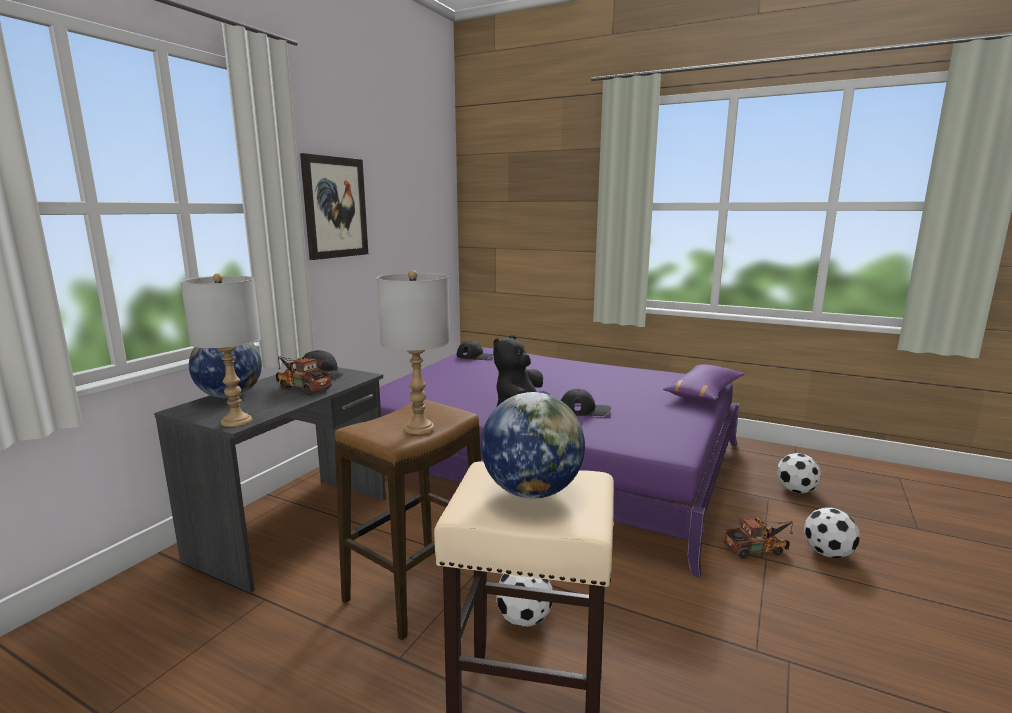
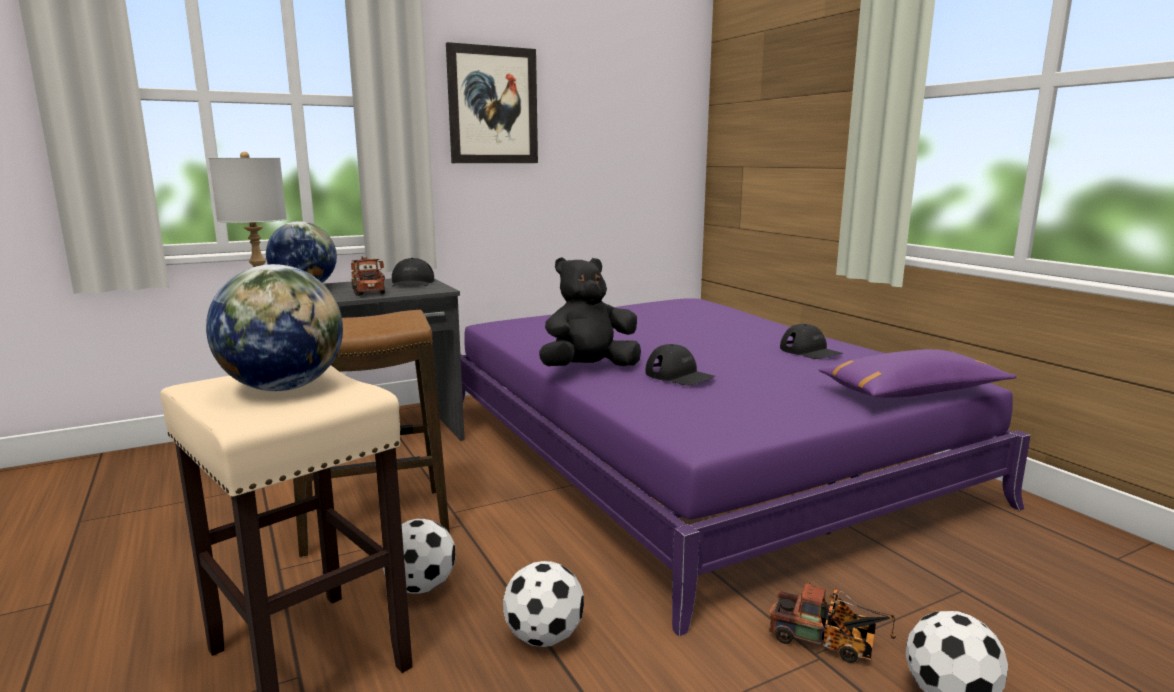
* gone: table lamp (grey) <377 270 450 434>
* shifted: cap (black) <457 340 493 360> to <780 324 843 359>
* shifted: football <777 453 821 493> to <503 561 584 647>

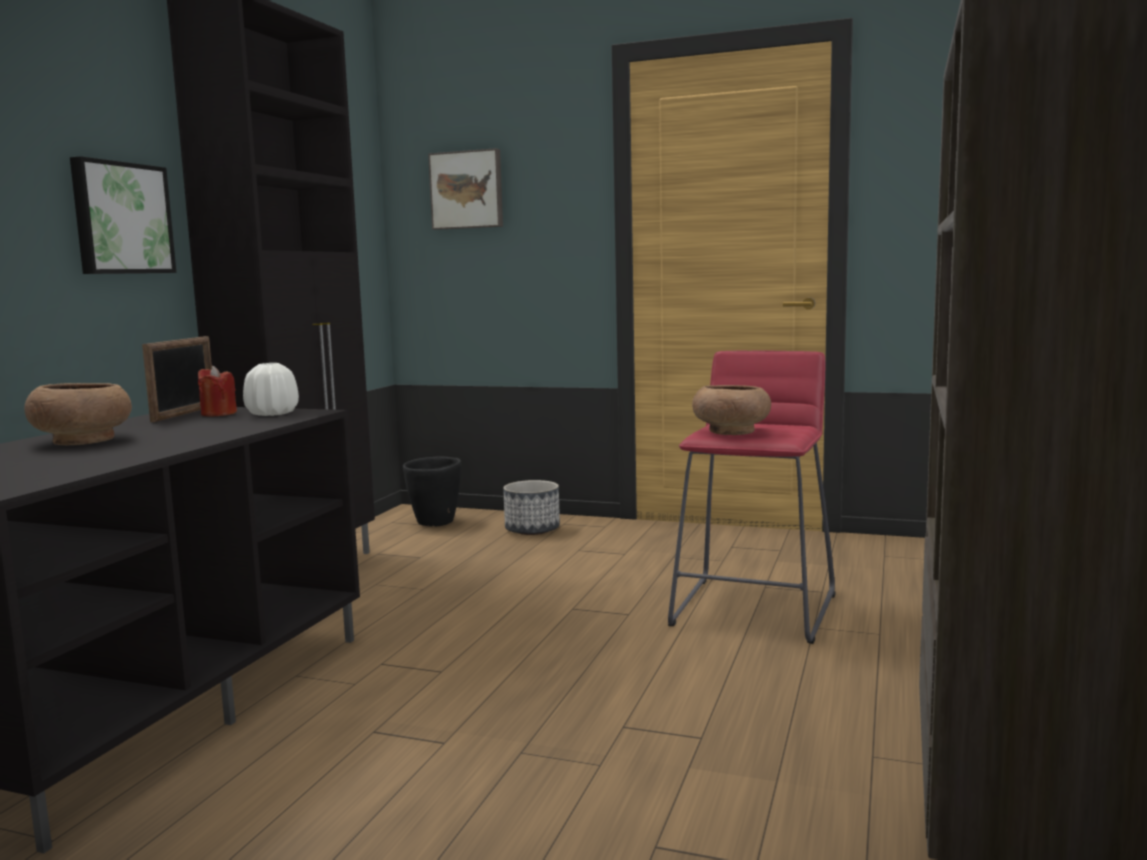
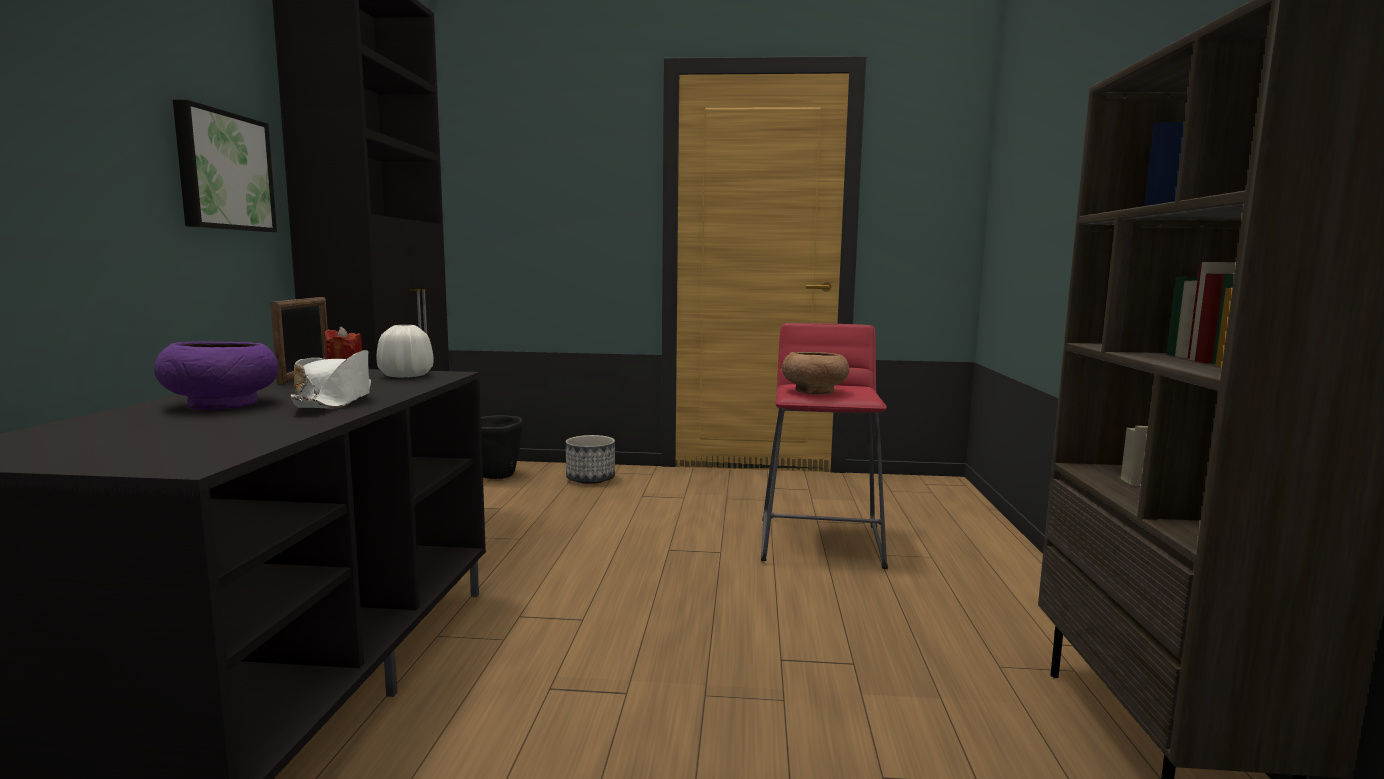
* gone: picture <428 148 503 230>
* repainted: bowl (brown) <24 383 132 445> to bowl (purple) <154 341 279 410>
* new: hat (white) <290 350 371 409>

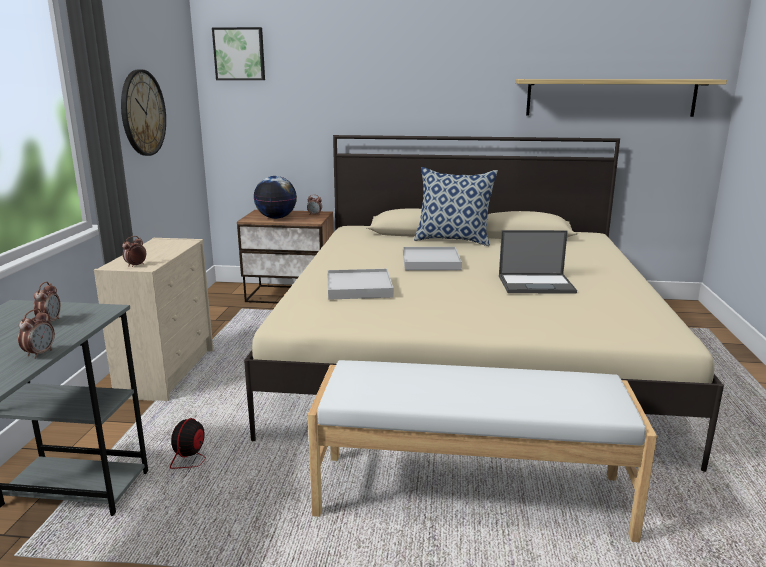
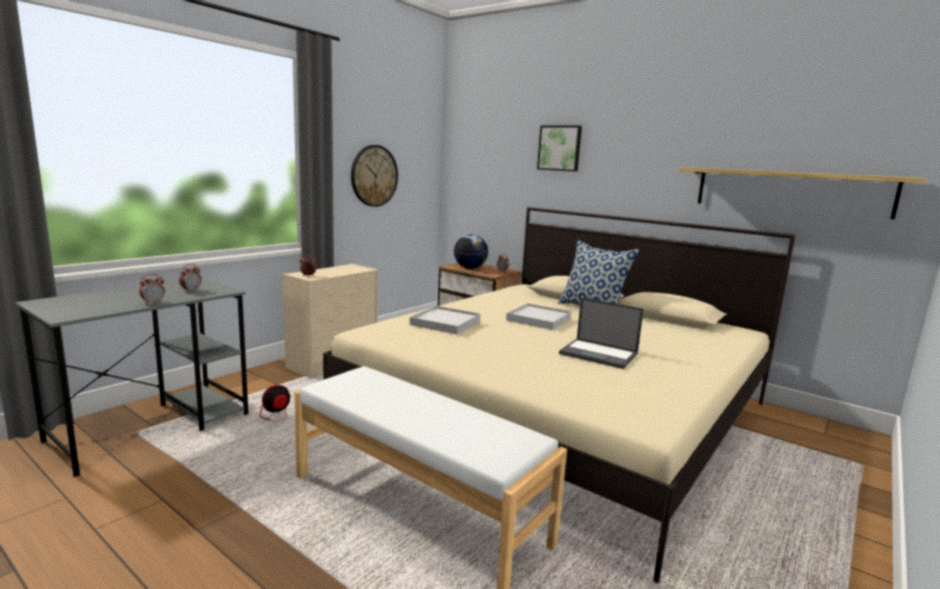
* shifted: picture <212 27 265 80> to <537 126 582 172>

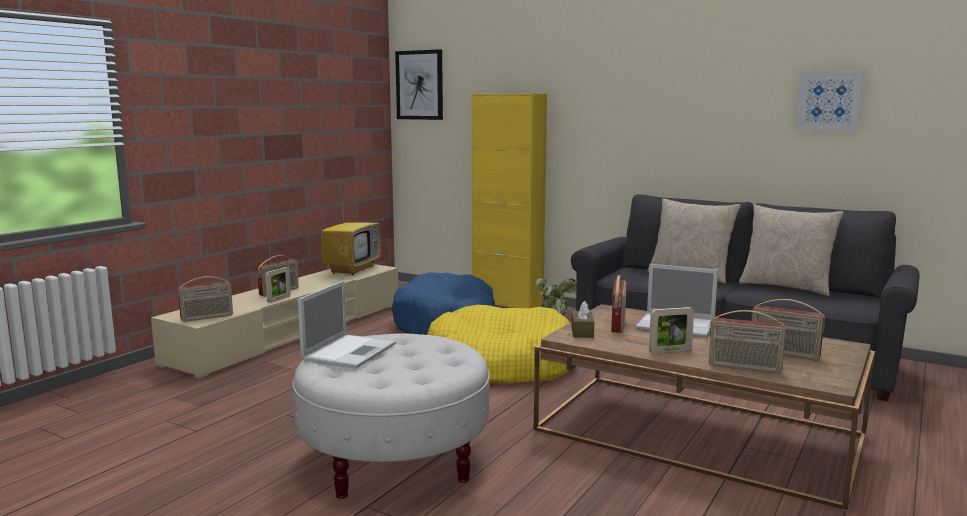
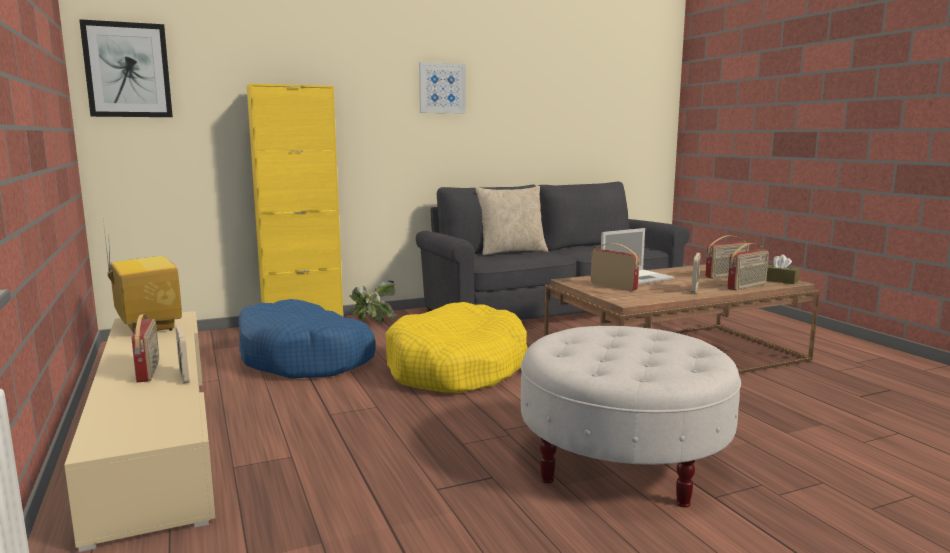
* shifted: picture <796 70 864 130> to <419 62 466 113>
* gone: pillow (beige) <739 205 844 296>
* gone: radio <178 276 233 322>
* gone: laptop <298 281 396 369>
* shifted: tissue box (brown) <571 301 594 338> to <766 254 800 284>

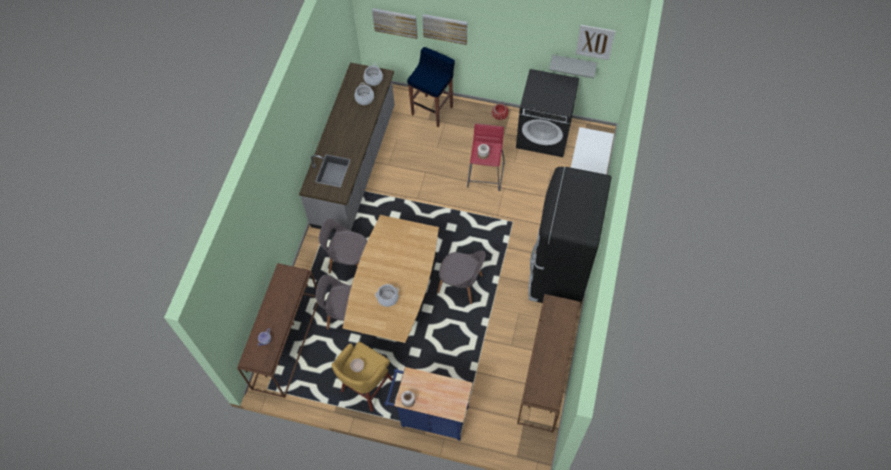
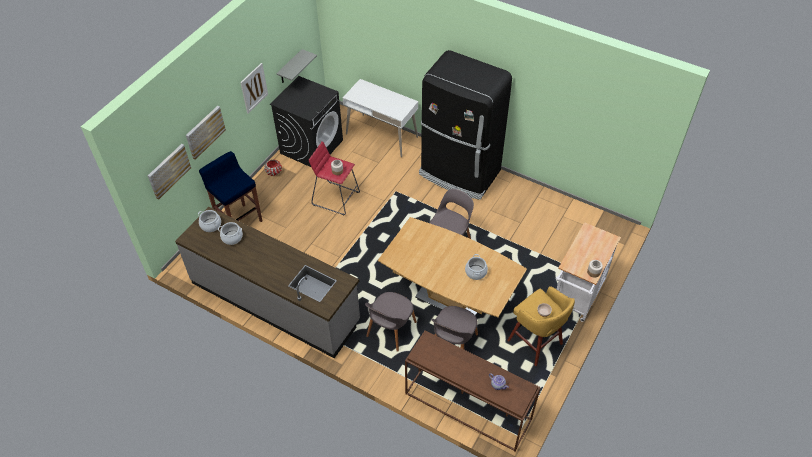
* shifted: picture <575 25 615 60> to <240 63 268 114>
* gone: console table (brown) <517 294 581 433>
* repainted: cart (blue) <384 367 473 441> to cart (white) <556 222 621 322>

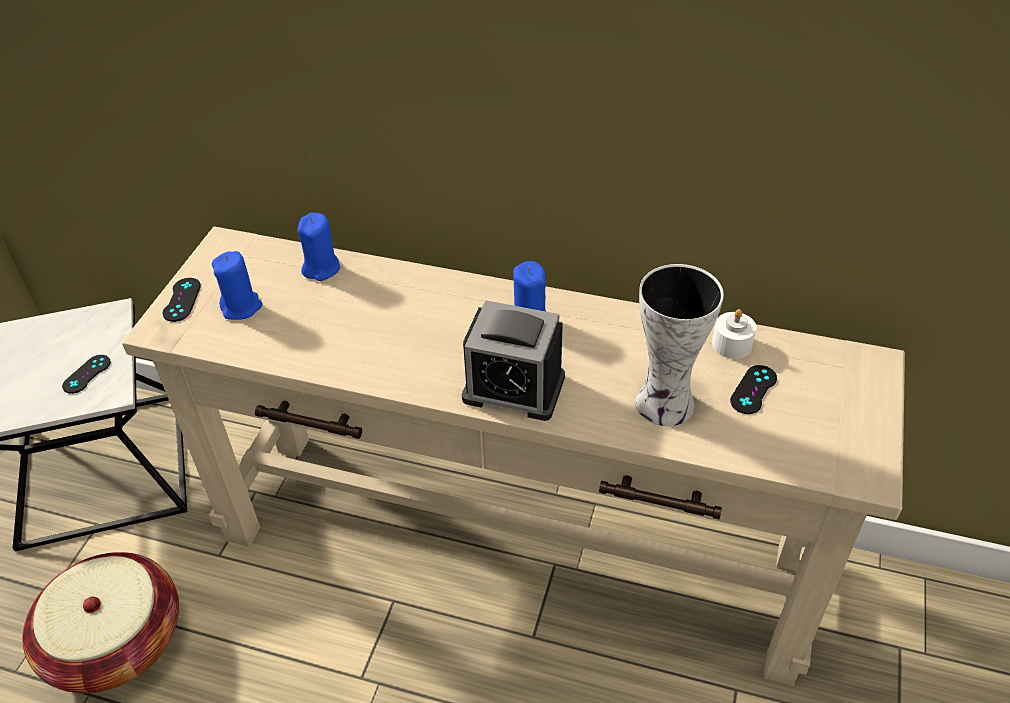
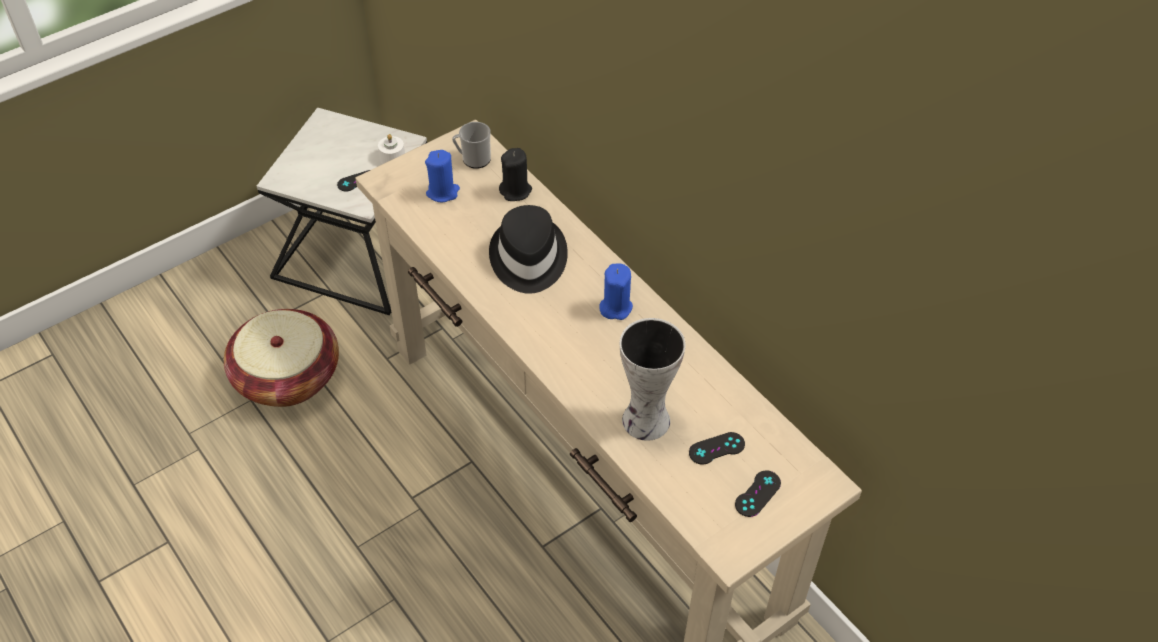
* repainted: candle (blue) <297 212 340 281> to candle (black) <499 148 532 201>
* shifted: game controller (black) <163 278 201 322> to <735 470 781 517>
* gone: alarm clock <462 300 565 421>
* shifted: candle (white) <712 309 757 359> to <378 134 405 164>
* new: mug <452 122 491 169>
* new: hat (black) <489 205 568 294>

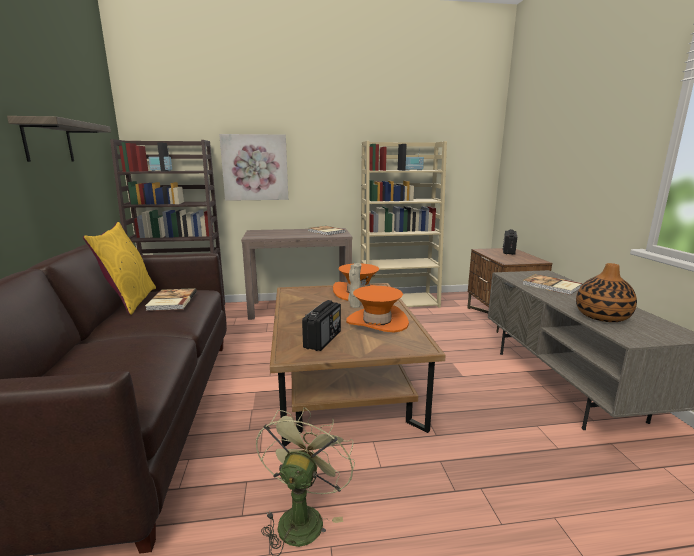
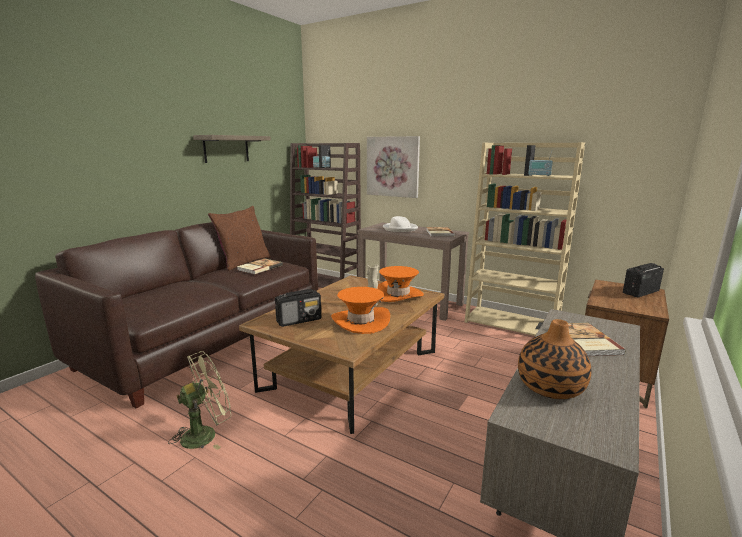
* repainted: pillow (yellow) <83 222 156 315> to pillow (brown) <208 206 271 271>
* new: hat (white) <383 216 418 232>

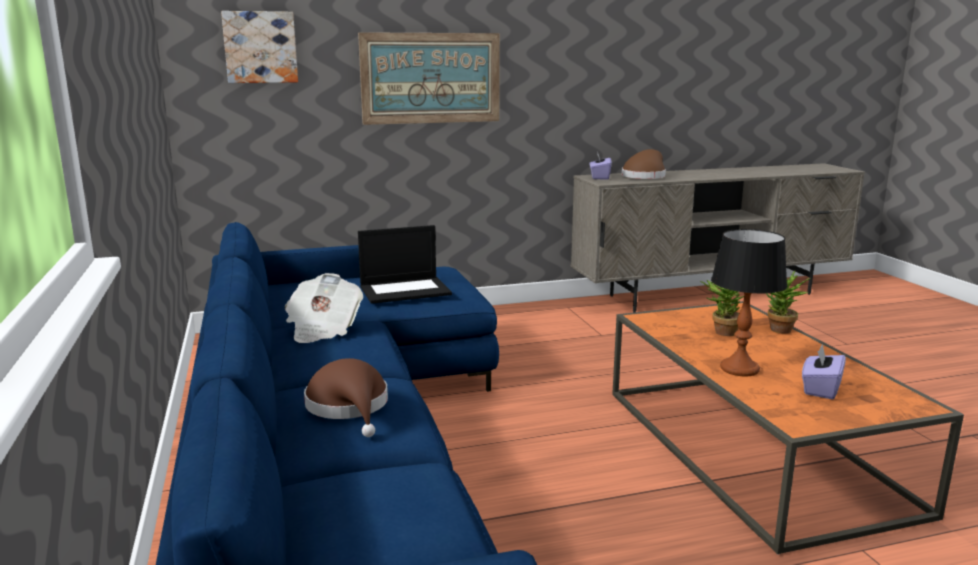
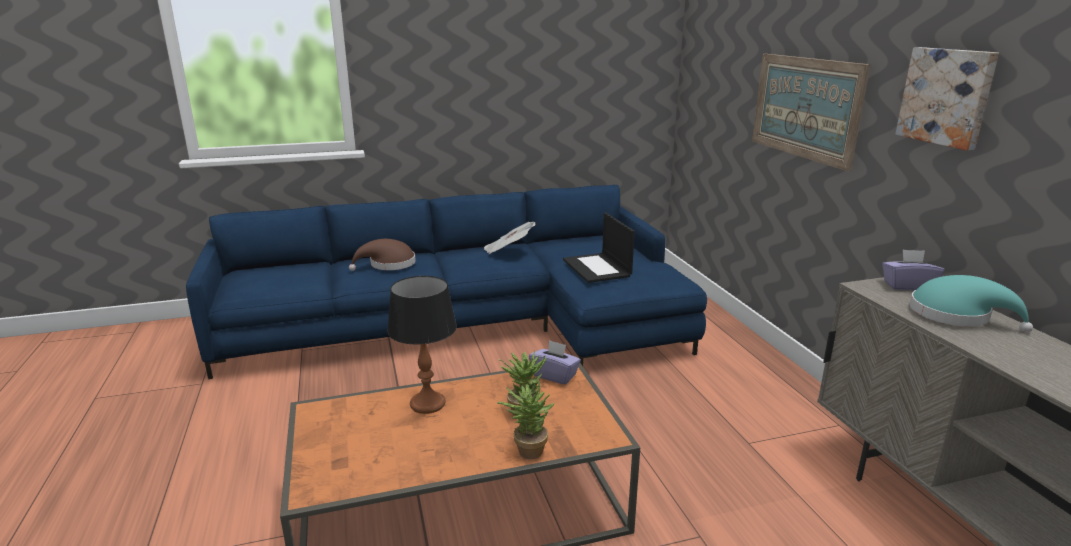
* shifted: picture <221 11 298 83> to <895 47 999 150>
* repainted: hat (brown) <622 149 666 179> to hat (turquoise) <909 275 1033 333>
* shifted: tissue box (purple) <802 344 846 399> to <529 340 581 385>

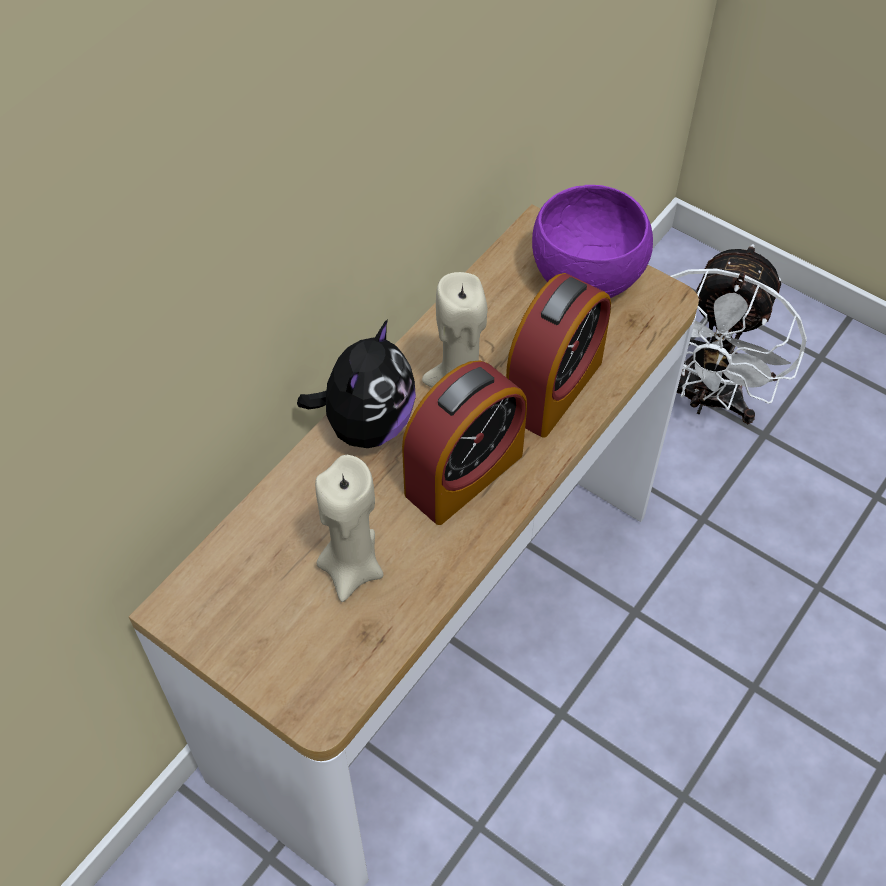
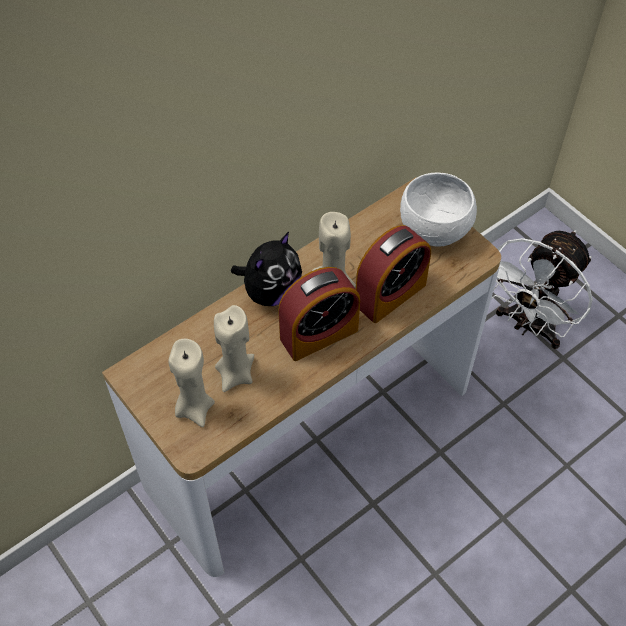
* repainted: bowl (purple) <532 185 653 298> to bowl (white) <400 172 477 247>
* new: candle (beige) <168 339 215 427>

